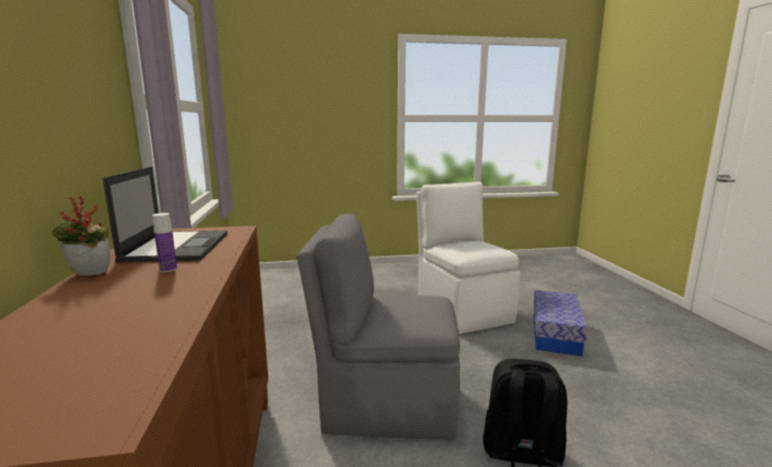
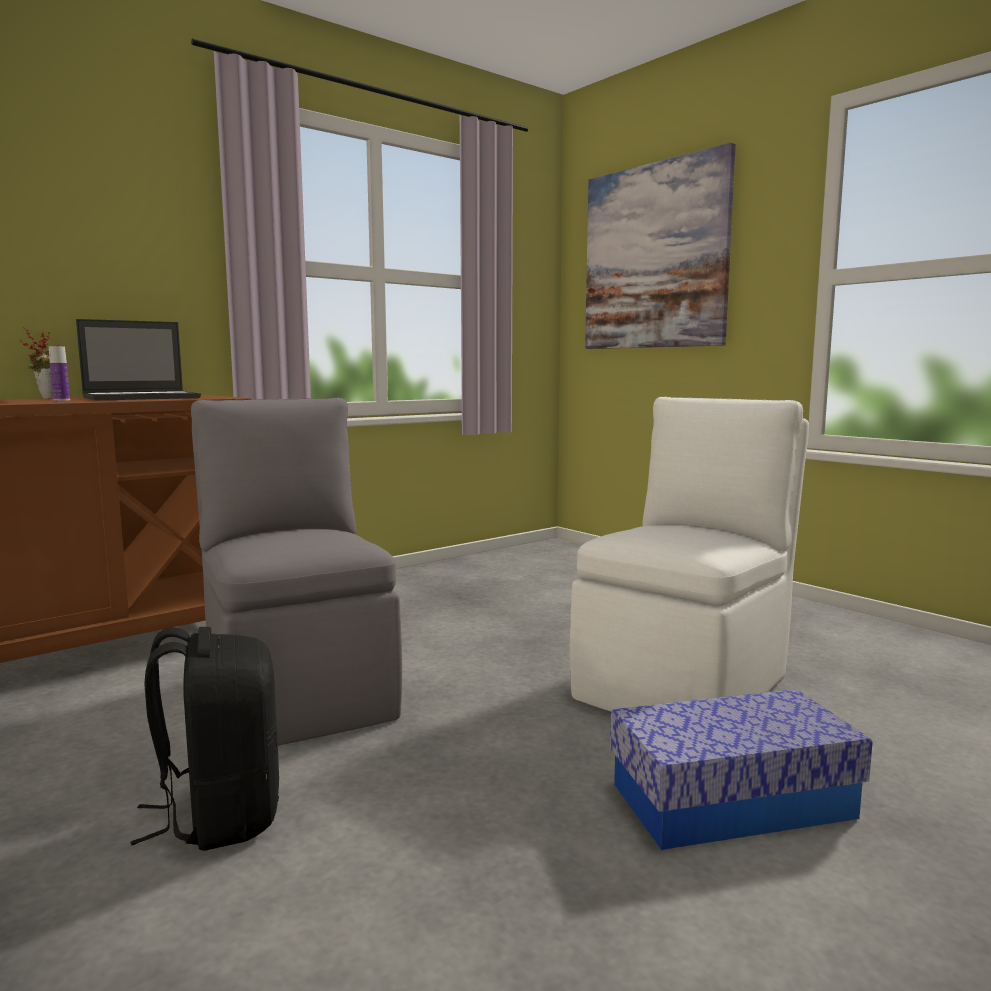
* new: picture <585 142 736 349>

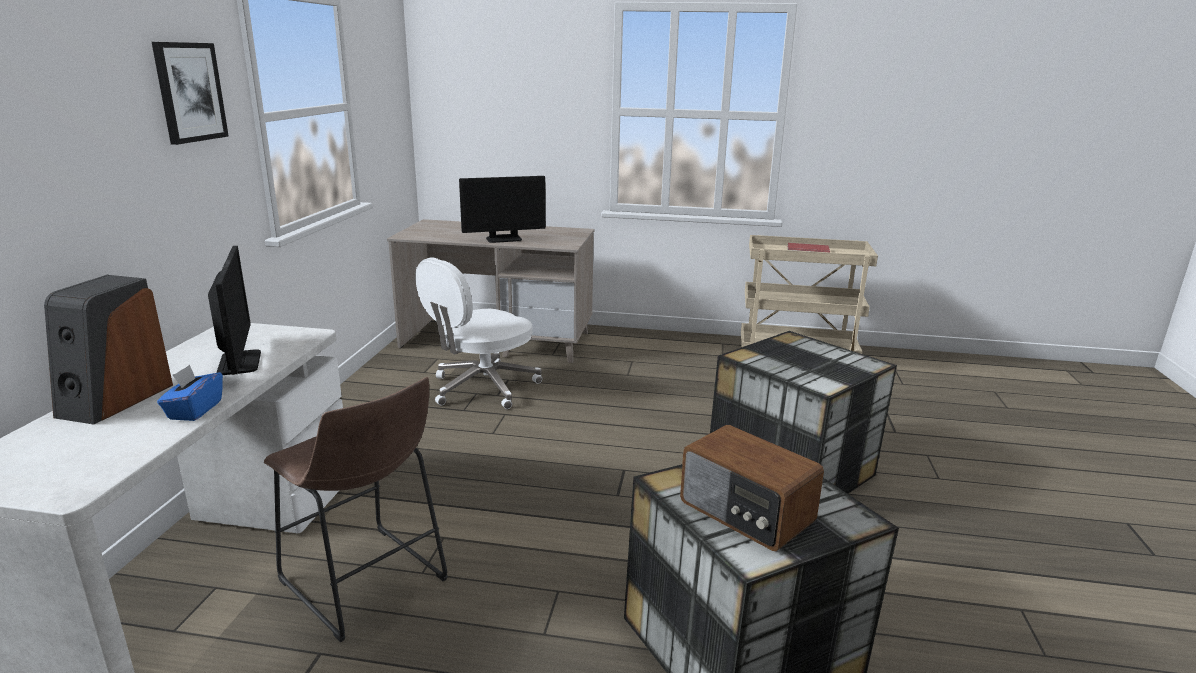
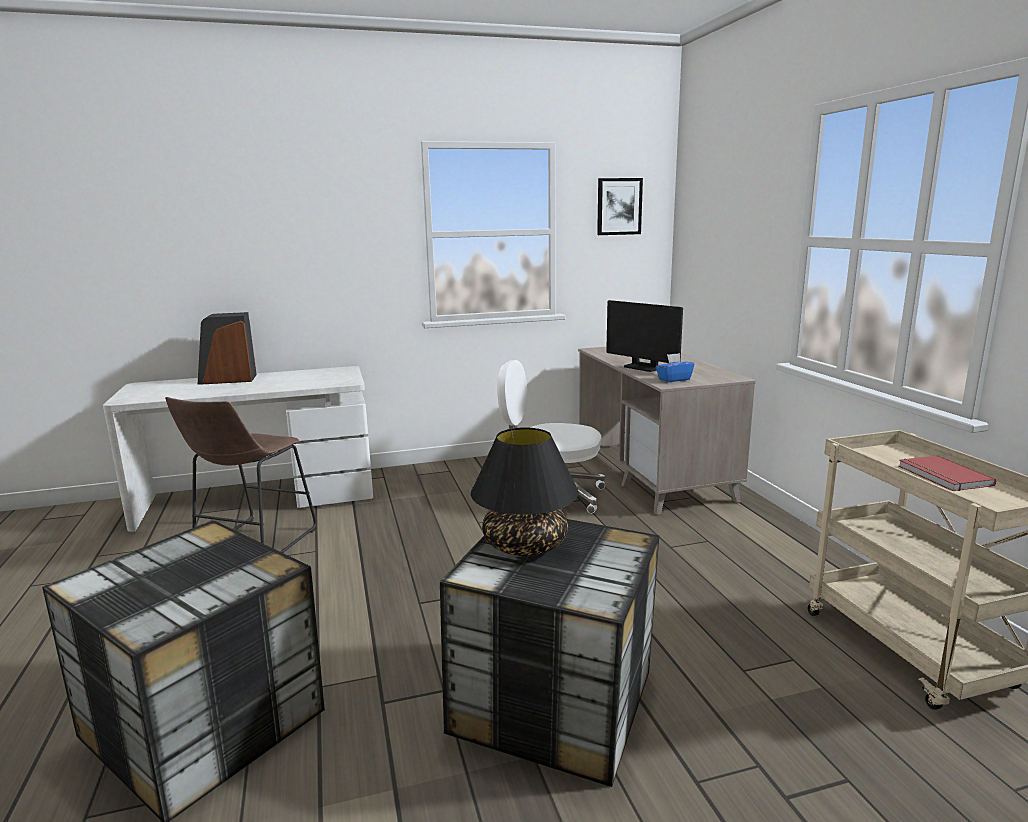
* shifted: picture <152 42 229 145> to <597 178 643 235>
* gone: monitor <208 246 261 375>
* shifted: tissue box (blue) <157 365 223 421> to <656 353 694 382>
* gone: radio <680 425 824 551>
* new: table lamp (black) <471 427 579 556>

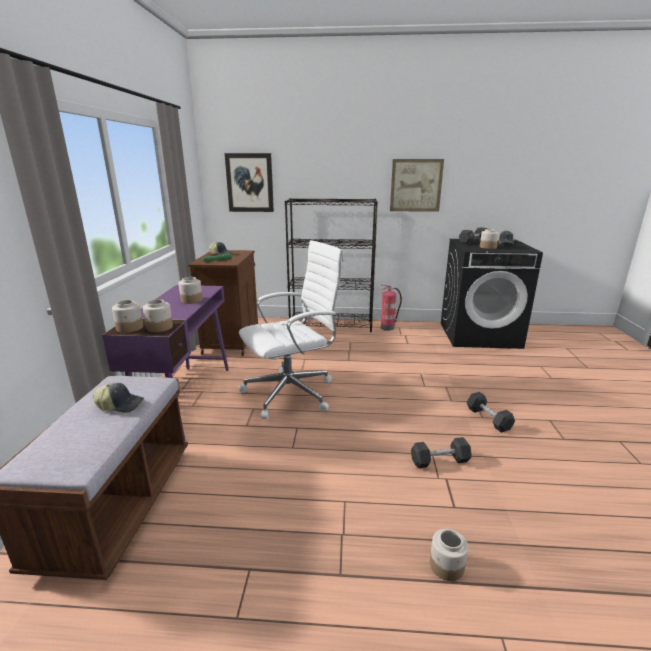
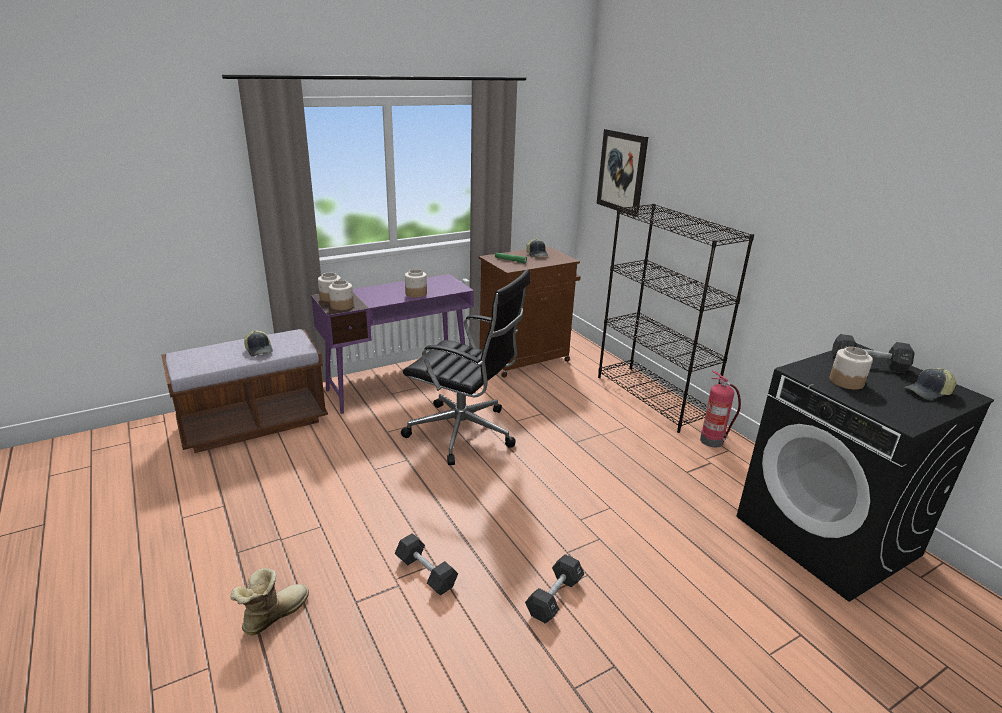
* gone: picture <390 159 444 212>
* repainted: office chair (white) <239 240 344 419> to office chair (black) <401 270 530 465>
* swapped: jar <430 529 468 581> to boot <231 568 309 635>

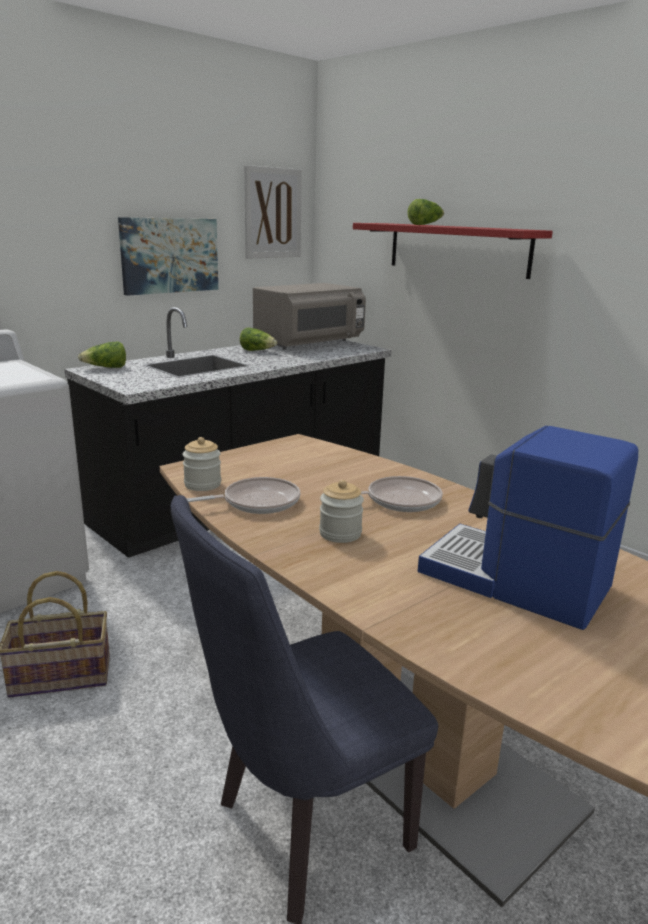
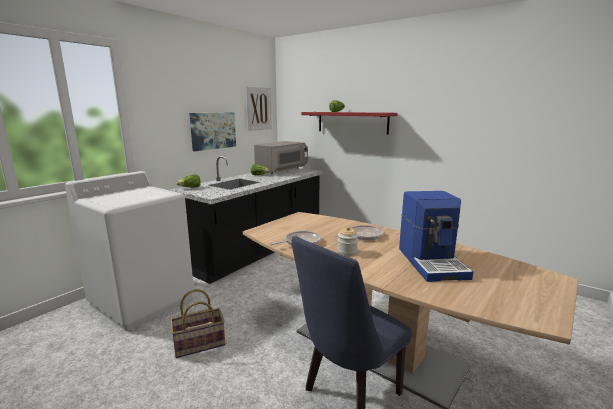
* rotated: coffee machine <418 426 638 630> = <399 191 473 282> 120 degrees counterclockwise
* gone: jar <183 437 221 491>

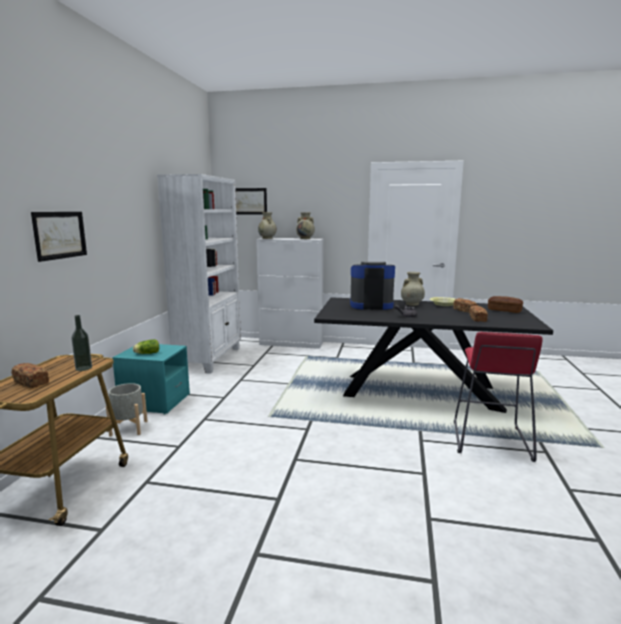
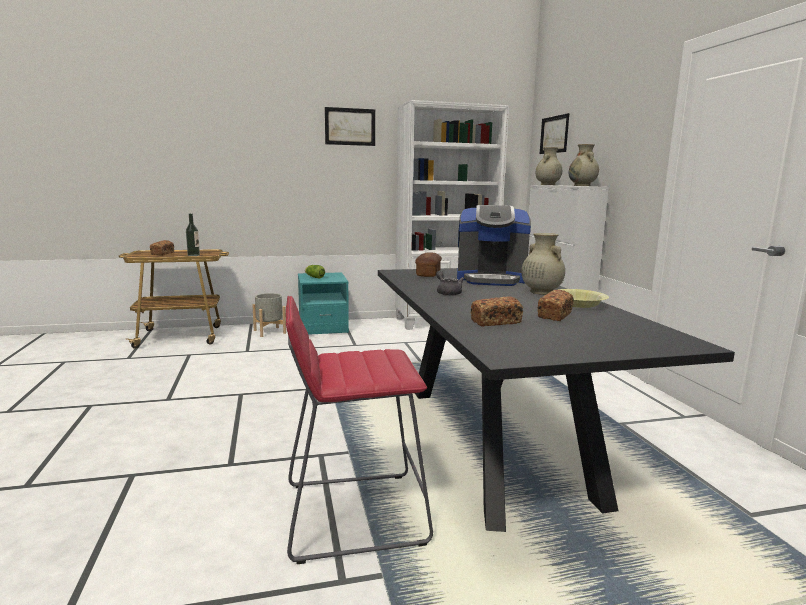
* shifted: picture <31 212 87 262> to <325 107 375 146>
* rotated: coffee machine <350 262 395 310> = <457 205 531 286> 120 degrees clockwise
* shifted: bread <488 296 523 313> to <415 252 442 277>

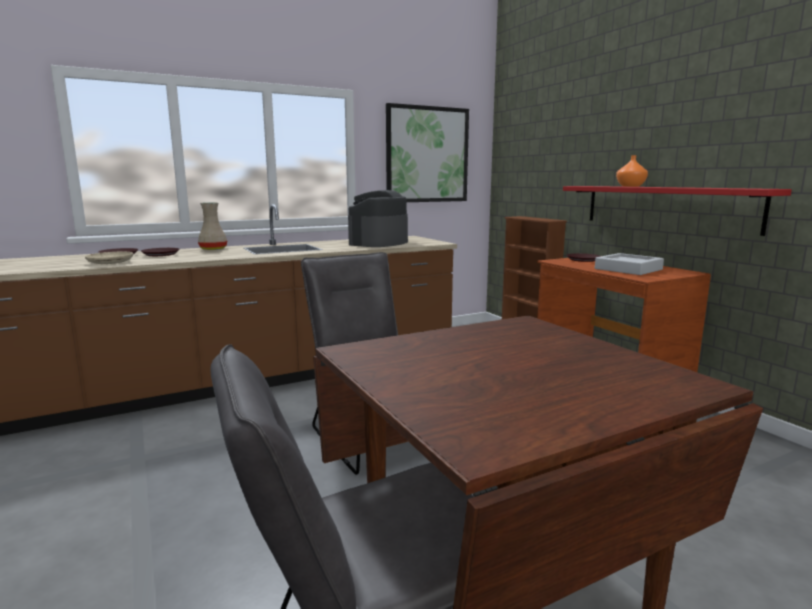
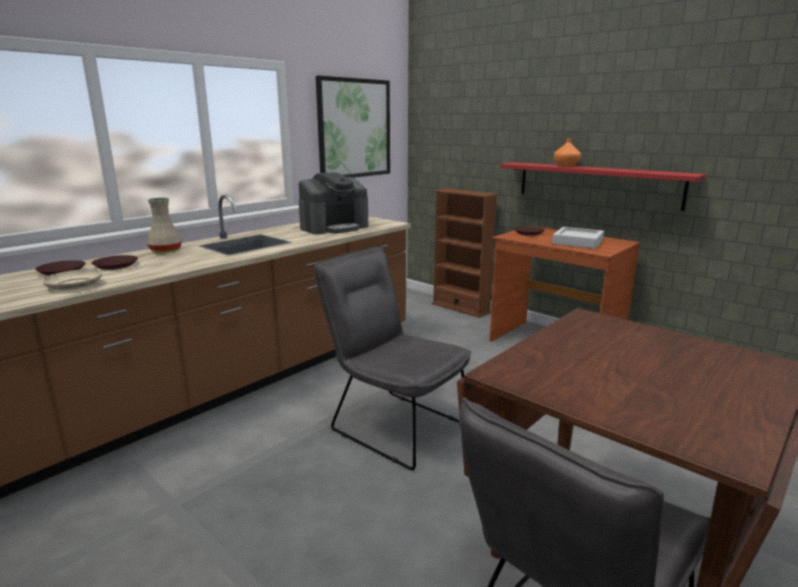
* rotated: coffee machine <348 190 408 247> = <298 172 368 234> 135 degrees counterclockwise

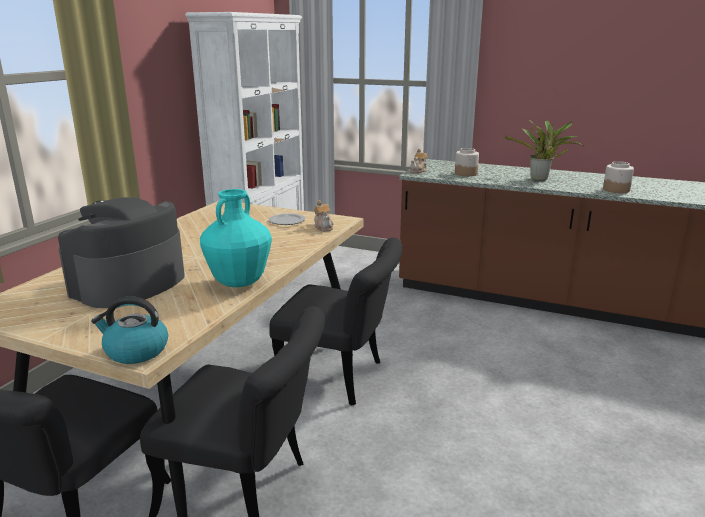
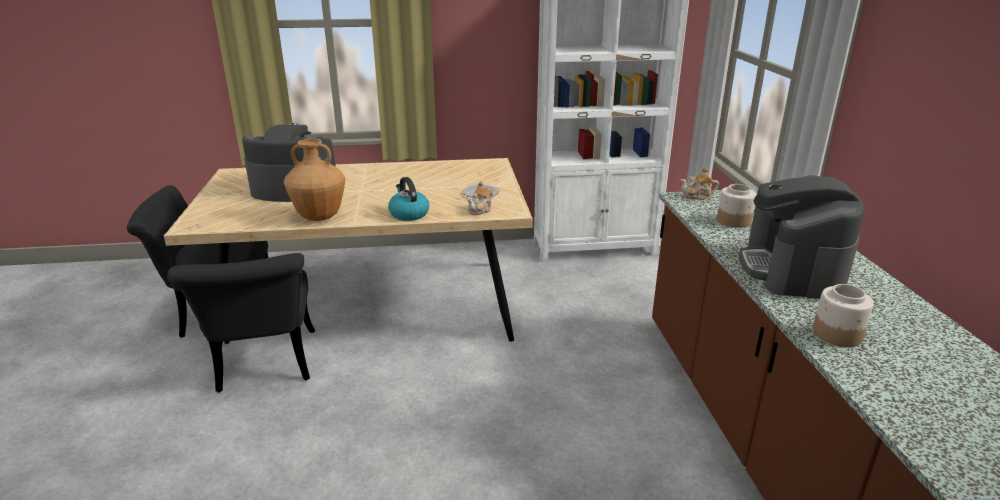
* swapped: potted plant <505 120 584 181> to coffee machine <739 175 865 299>
* repainted: vase (turquoise) <200 189 272 287> to vase (brown) <284 138 345 221>
* gone: chair (black) <269 237 402 406>
* shifted: kettle <91 296 168 364> to <388 177 429 221>

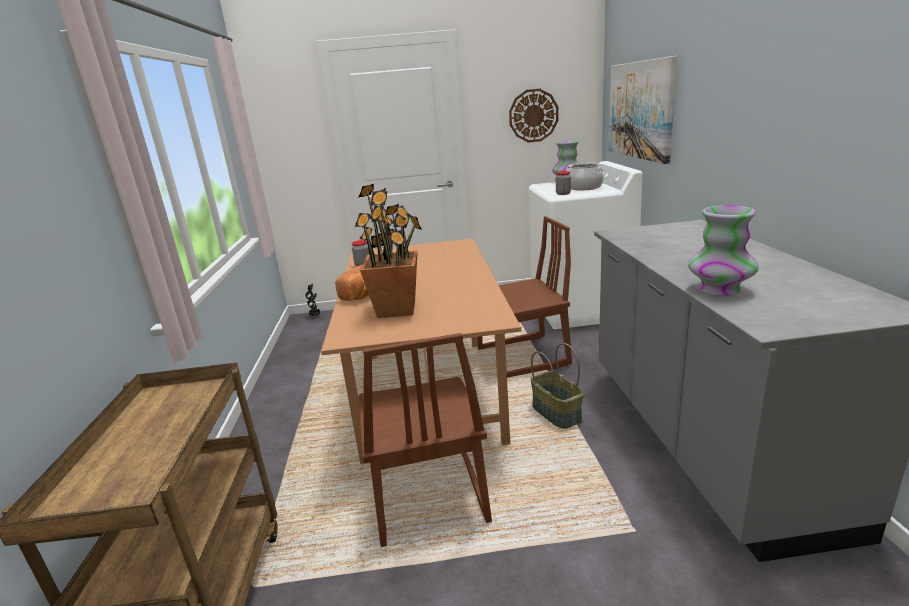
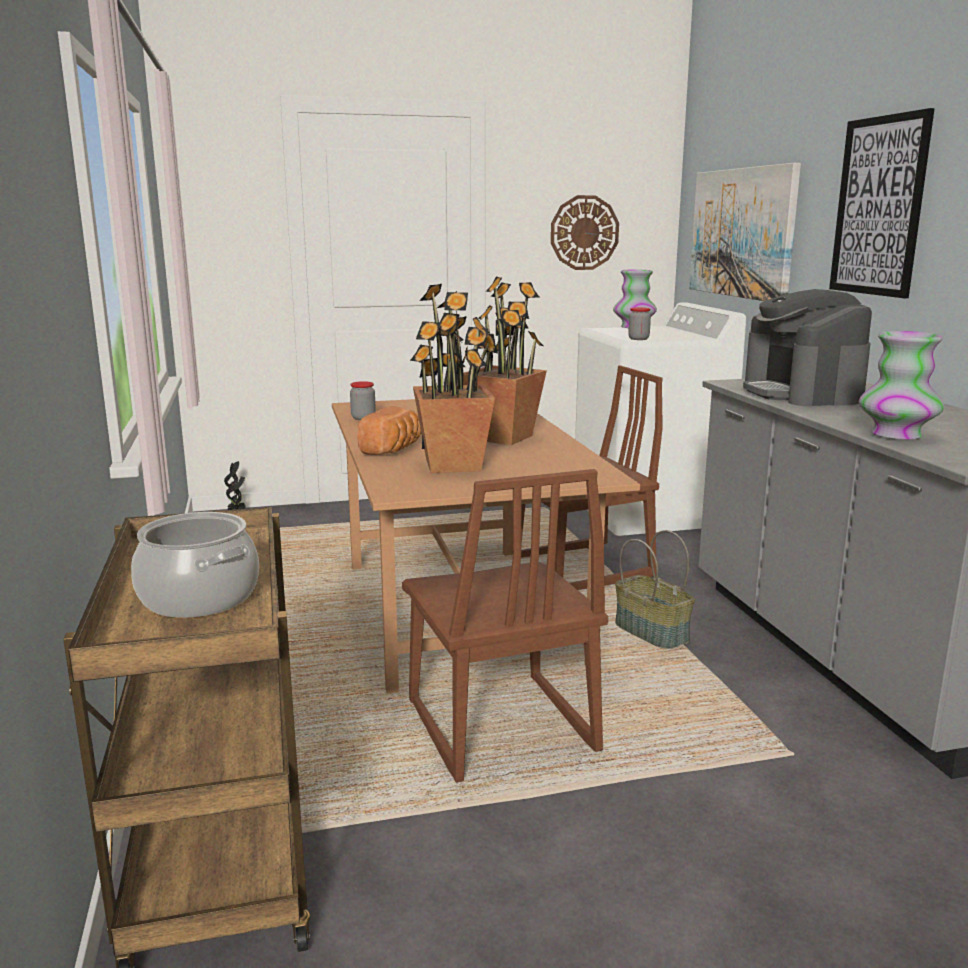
* shifted: cooking pot <566 163 604 191> to <131 512 259 618>
* new: picture <829 108 935 298>
* new: potted plant <462 277 547 445>
* new: coffee machine <743 289 872 406>

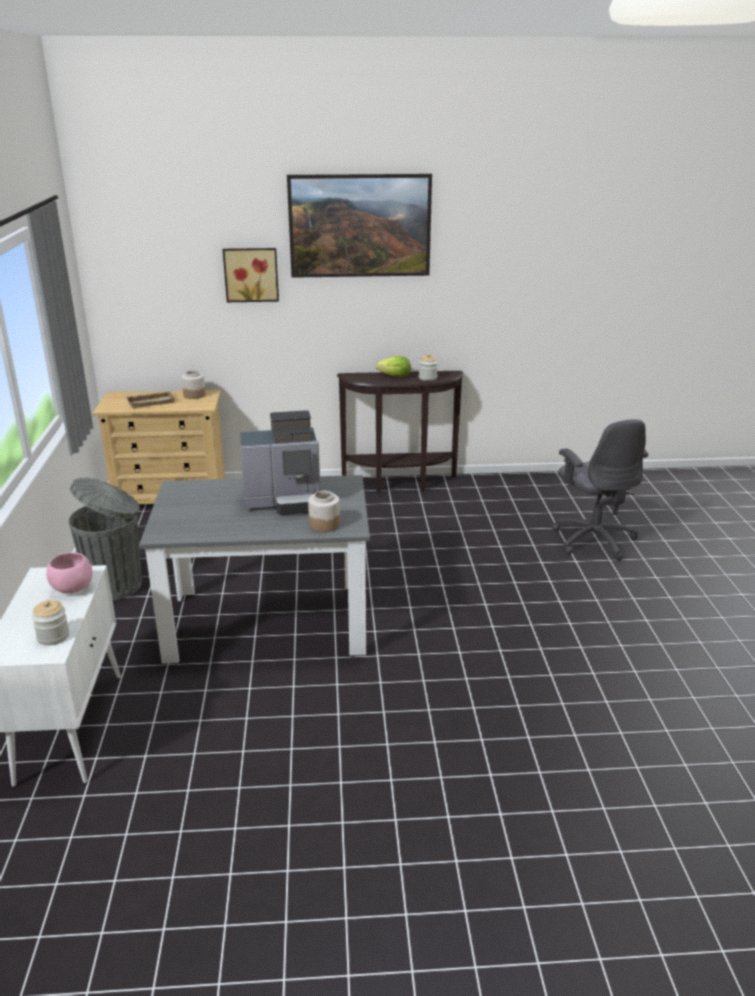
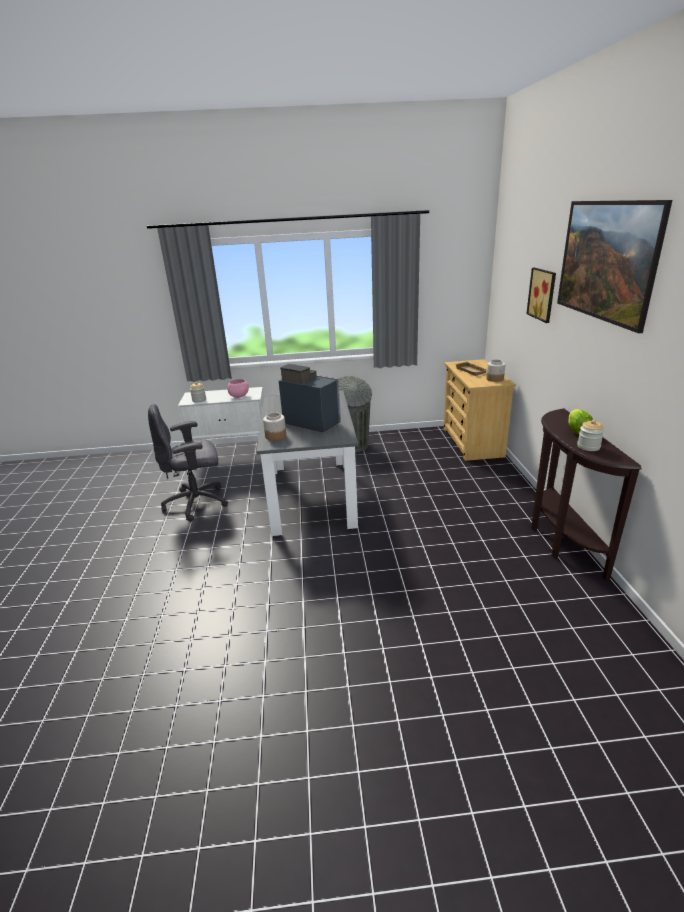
* rotated: coffee machine <240 410 320 515> = <279 364 341 432> 135 degrees clockwise
* shifted: office chair (grey) <552 419 648 561> to <148 404 228 522>

